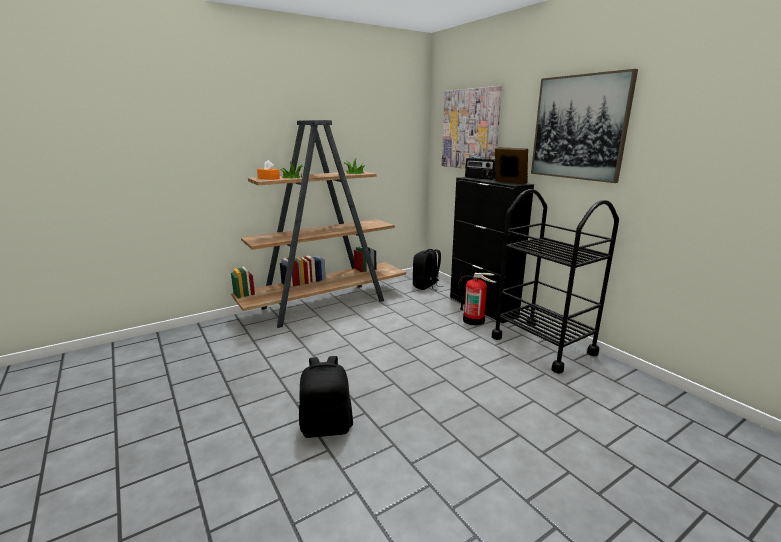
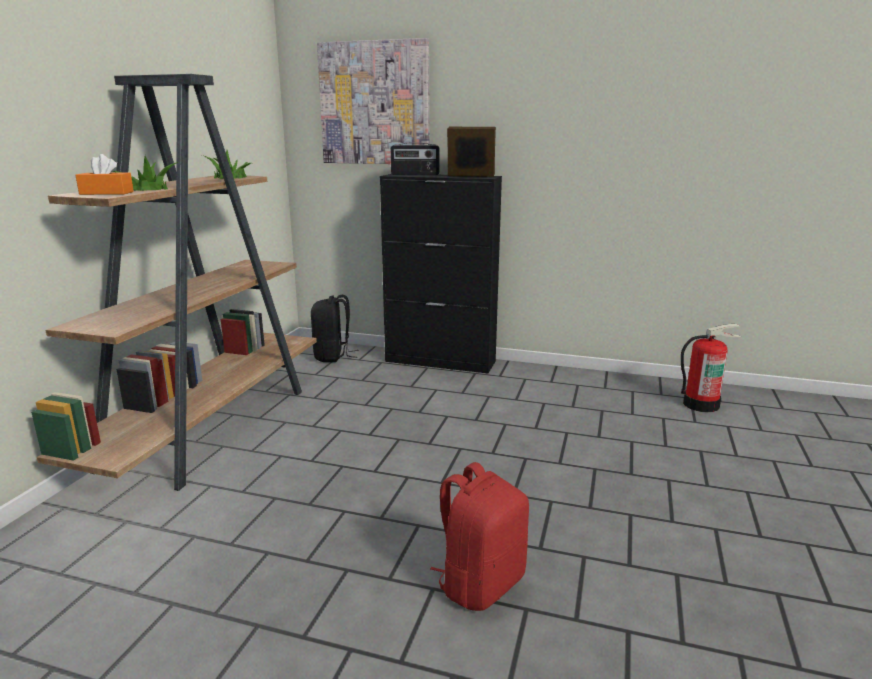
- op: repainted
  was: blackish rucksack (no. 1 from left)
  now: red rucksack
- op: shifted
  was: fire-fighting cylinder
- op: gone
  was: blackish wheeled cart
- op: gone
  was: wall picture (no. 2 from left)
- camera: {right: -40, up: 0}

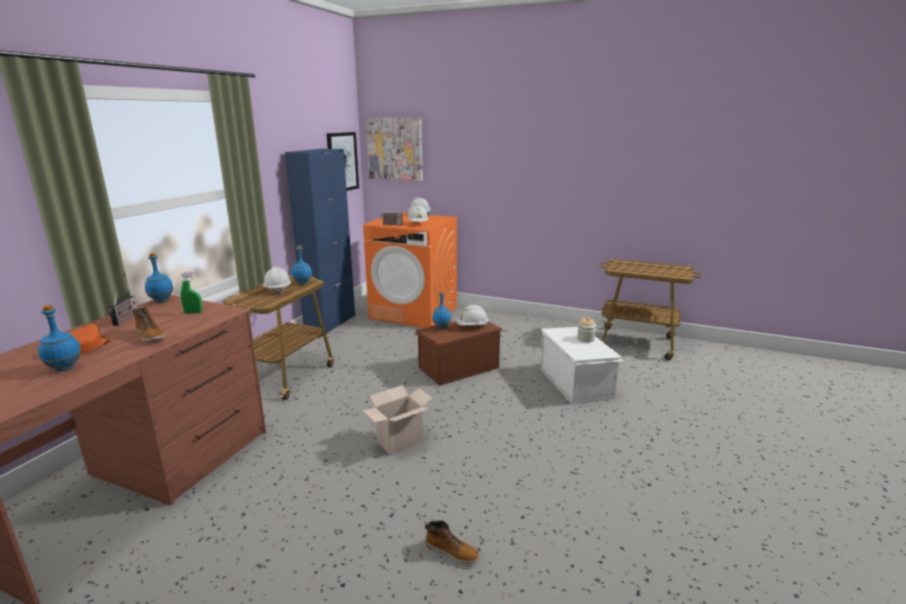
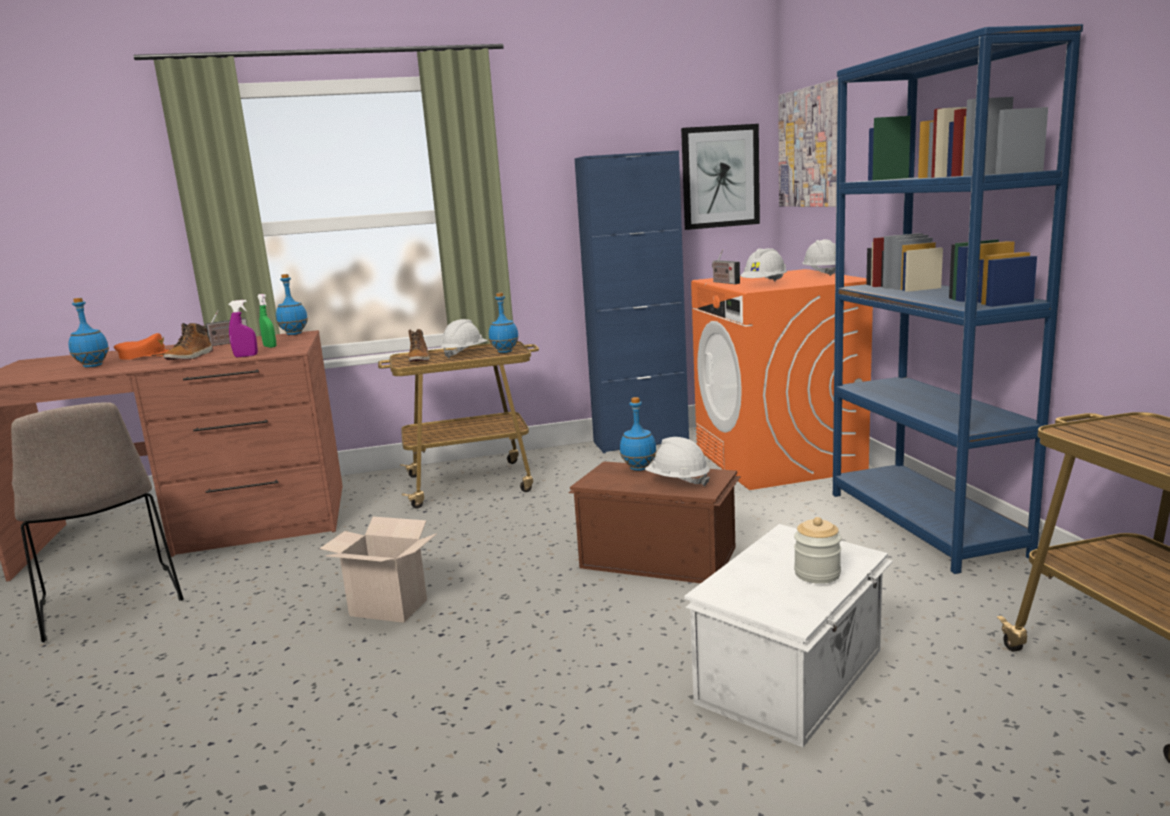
- op: new
  now: sand-coloured plain chair
- op: new
  now: purplish sprayer
- op: shifted
  was: boot (no. 2 from left)
- op: new
  now: bluish bookshelf
- camera: {right: 55, up: -5}

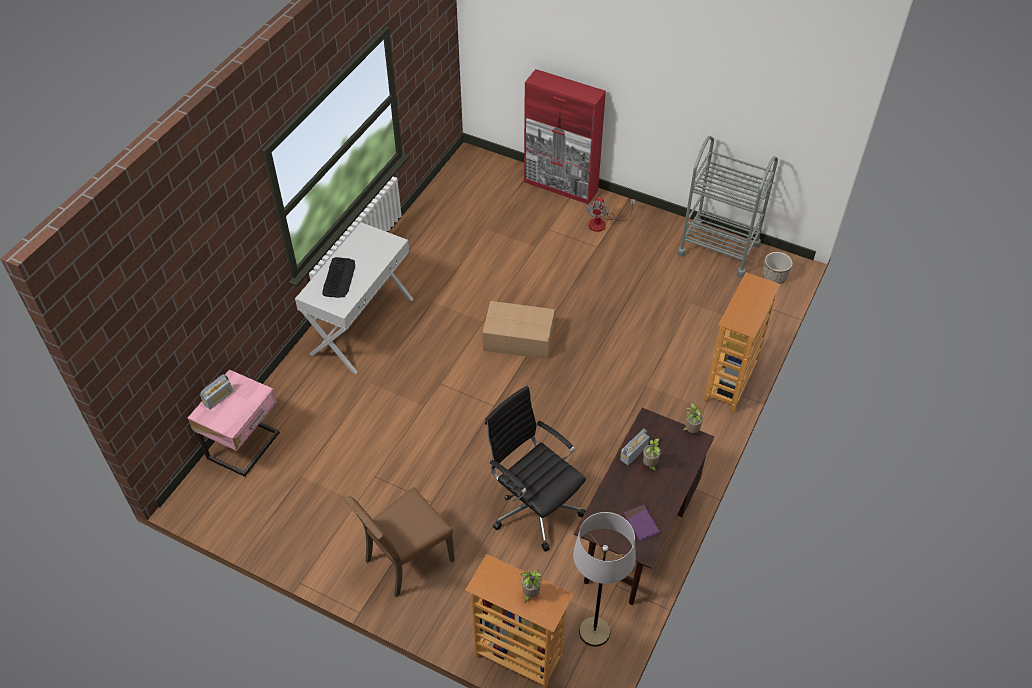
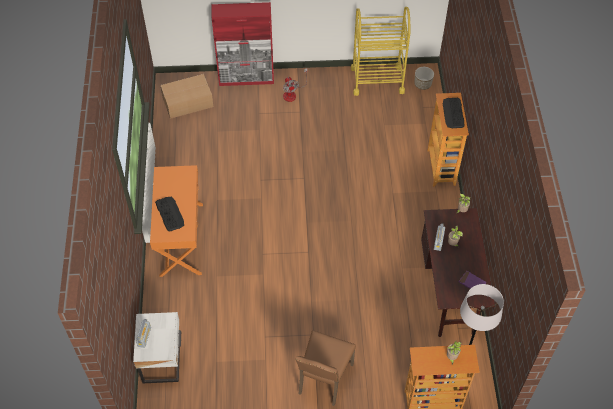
- op: repainted
  was: pinkish night table
  now: white-coloured night table
- op: repainted
  was: white-coloured console table
  now: orange console table
- op: shifted
  was: carton
- op: repainted
  was: gray wheeled cart
  now: yellow-coloured wheeled cart
- op: new
  now: keyboard (no. 2 from left)
- op: gone
  was: blackish office chair
- camera: {right: -30, up: 5}

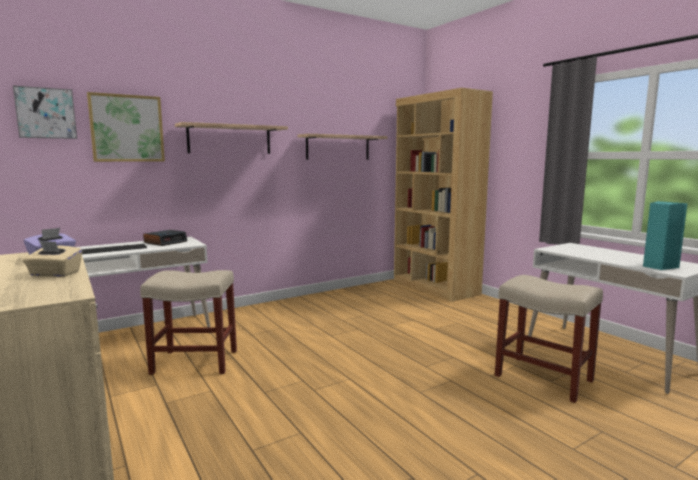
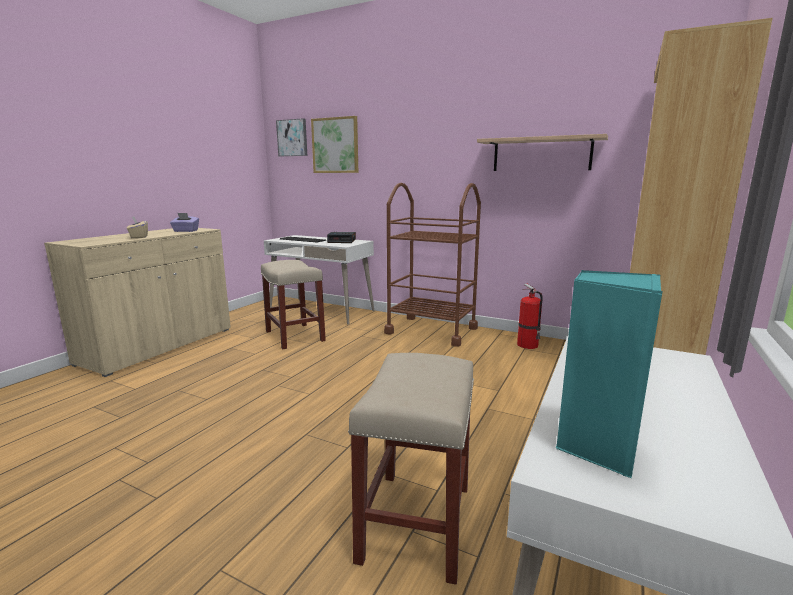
- op: new
  now: brown wheeled cart
- op: new
  now: fire-fighting cylinder
- op: gone
  was: shelf (no. 1 from left)
- camera: {right: 60, up: 5}

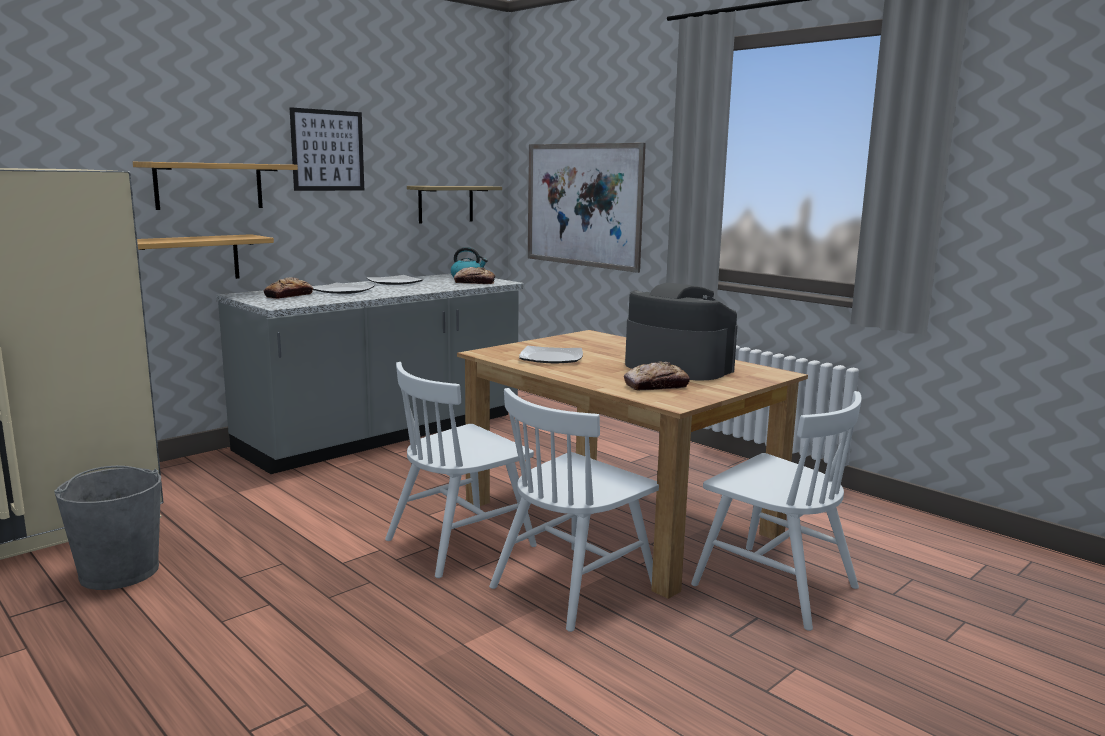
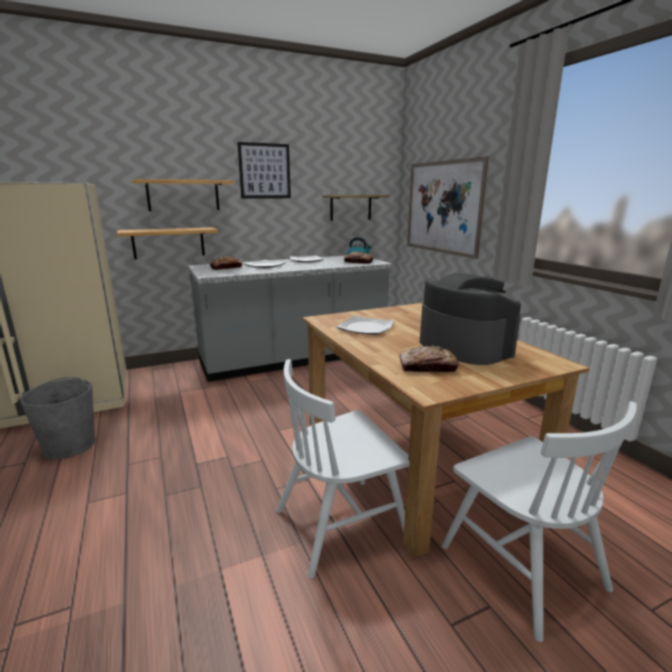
- op: gone
  was: white-coloured plain chair (no. 1 from left)
- camera: {right: 20, up: 5}

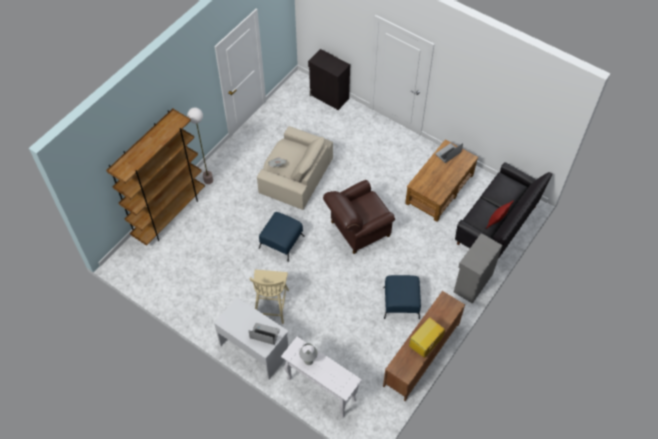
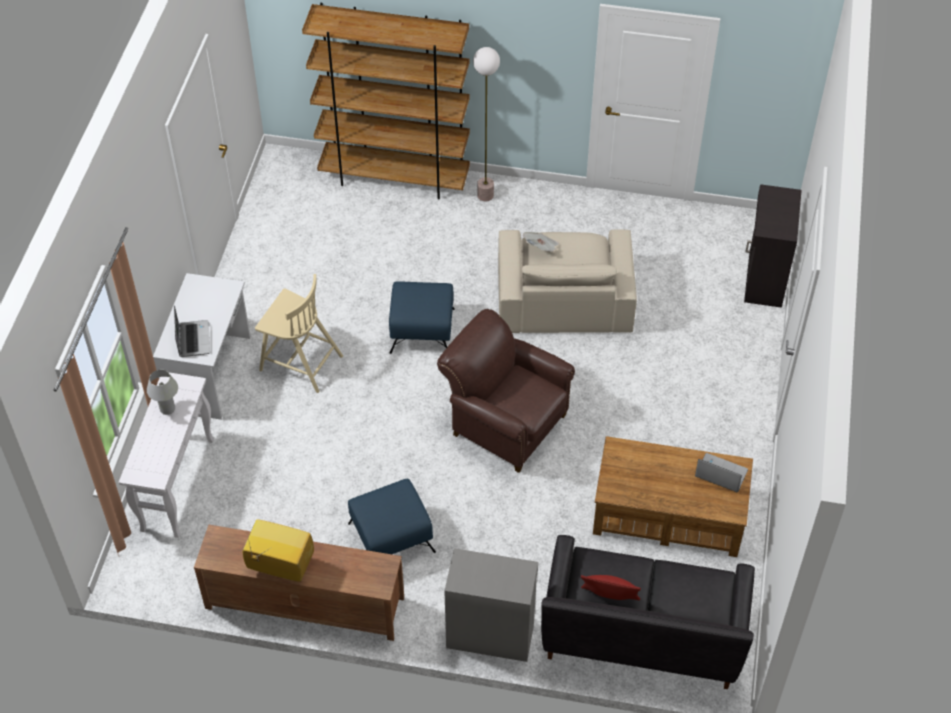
- op: rotated
  was: sand-coloured plain chair
  clockwise: -135
- camera: {right: 65, up: -5}

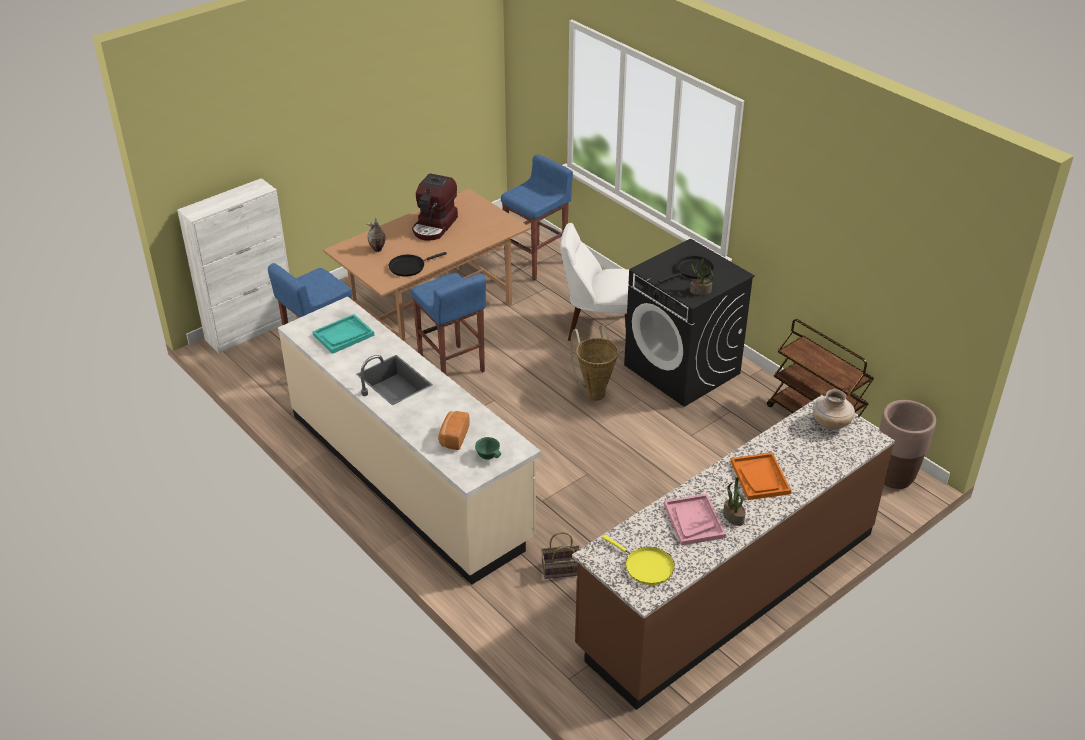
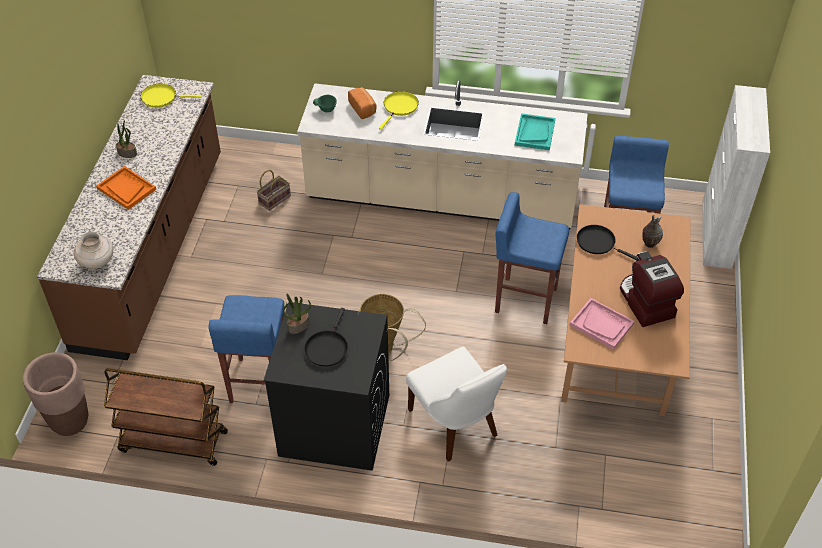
- op: shifted
  was: bluish stool (no. 3 from left in the first image)
  now: bluish stool (no. 1 from left)
- op: new
  now: yellow-coloured frying pan (no. 2 from left)
- op: rotated
  was: white-coloured plain chair
  clockwise: 90
- op: shifted
  was: pinkish carrying tray
- op: rotated
  was: blackish frying pan (no. 1 from left in the first image)
  clockwise: -75
- camera: {right: 140, up: 10}

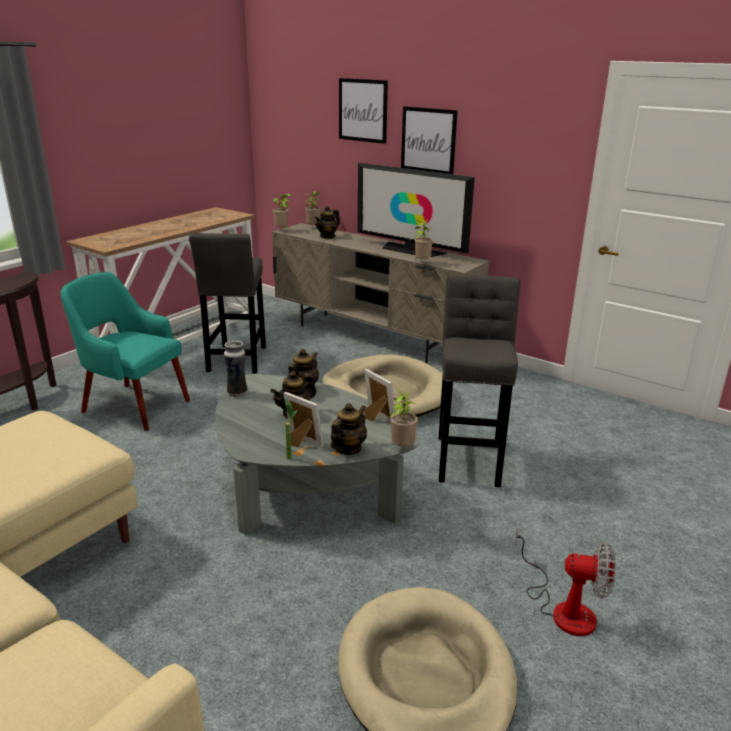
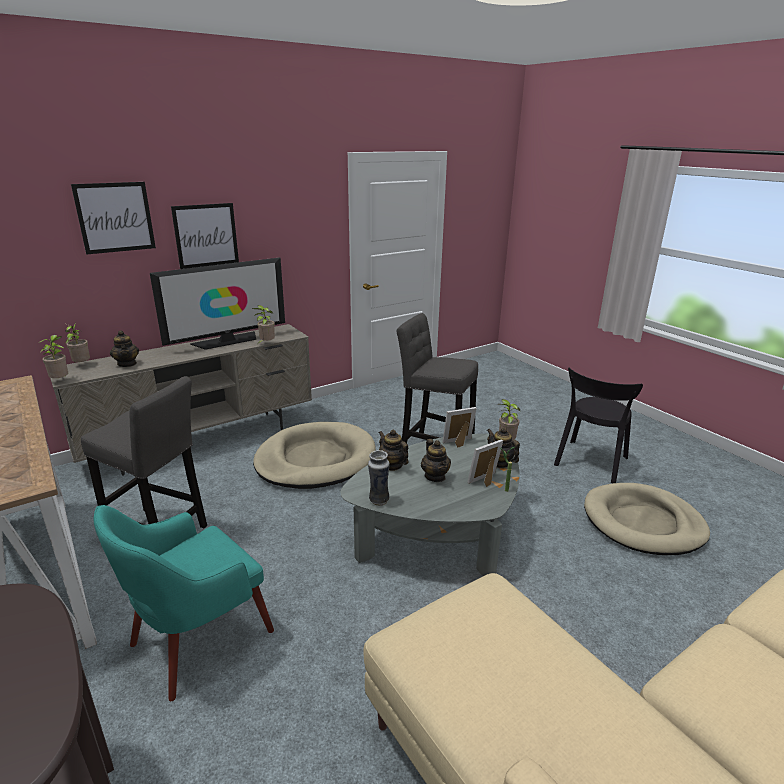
- op: swapped
  was: electric fan
  now: blackish plain chair
- camera: {right: -70, up: 0}

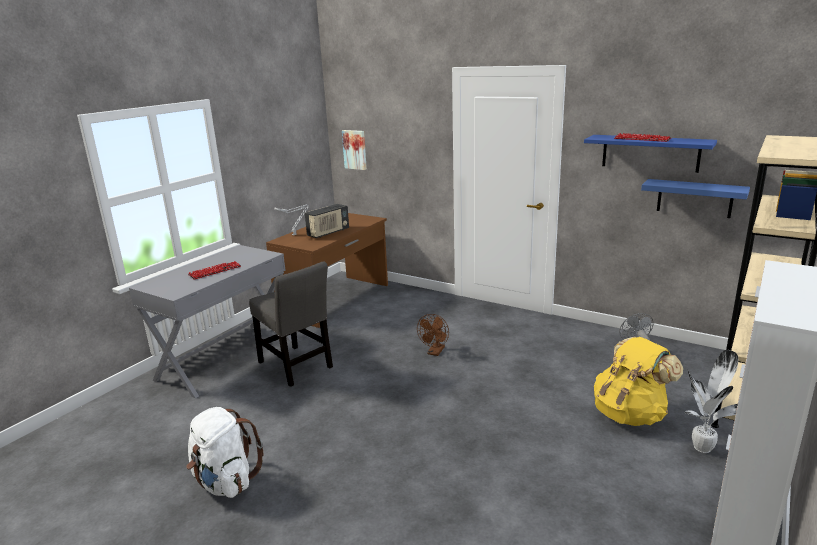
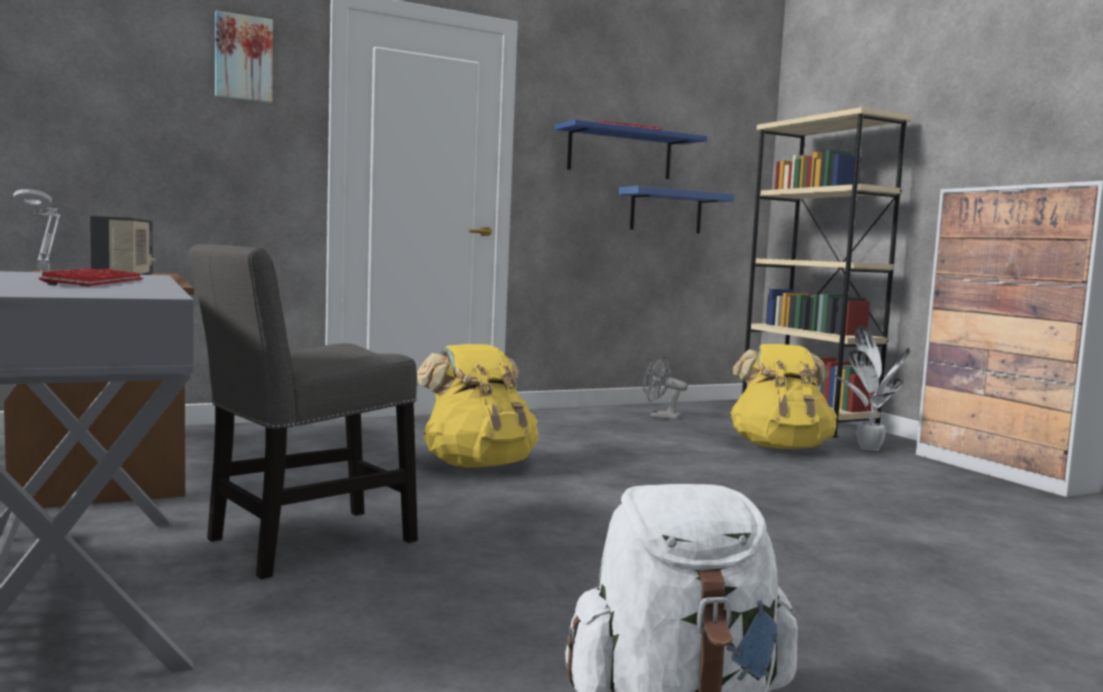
- op: rotated
  was: gray plain chair
  clockwise: 150
- op: shifted
  was: wall picture
- op: swapped
  was: brown electric fan
  now: yellow-coloured rucksack (no. 1 from left)
- camera: {right: -60, up: -15}

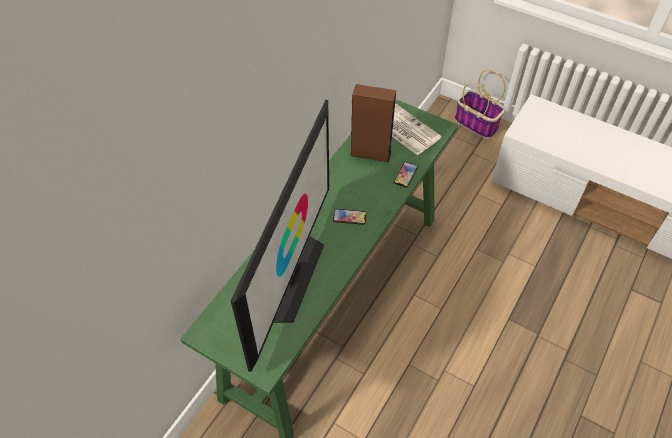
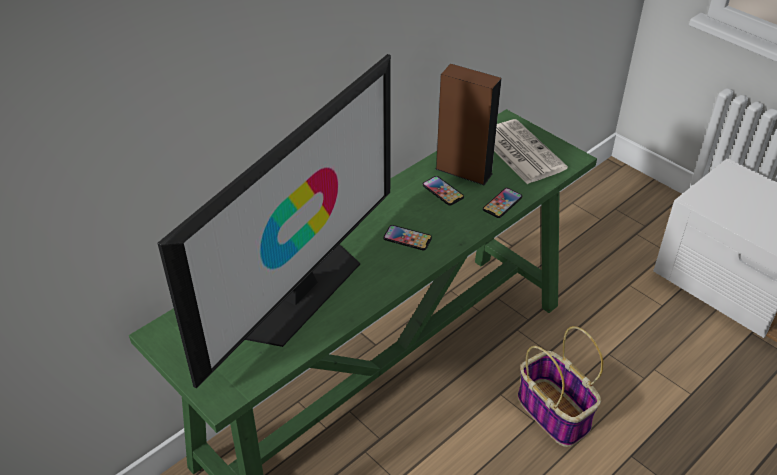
- op: new
  now: phone (no. 2 from left)
- op: shifted
  was: storage basket
- camera: {right: 15, up: -10}

